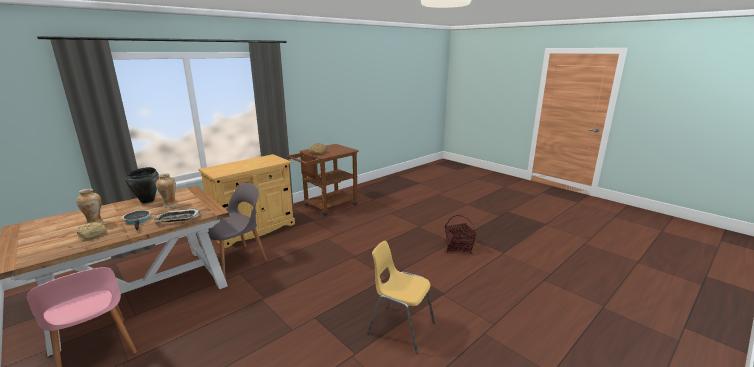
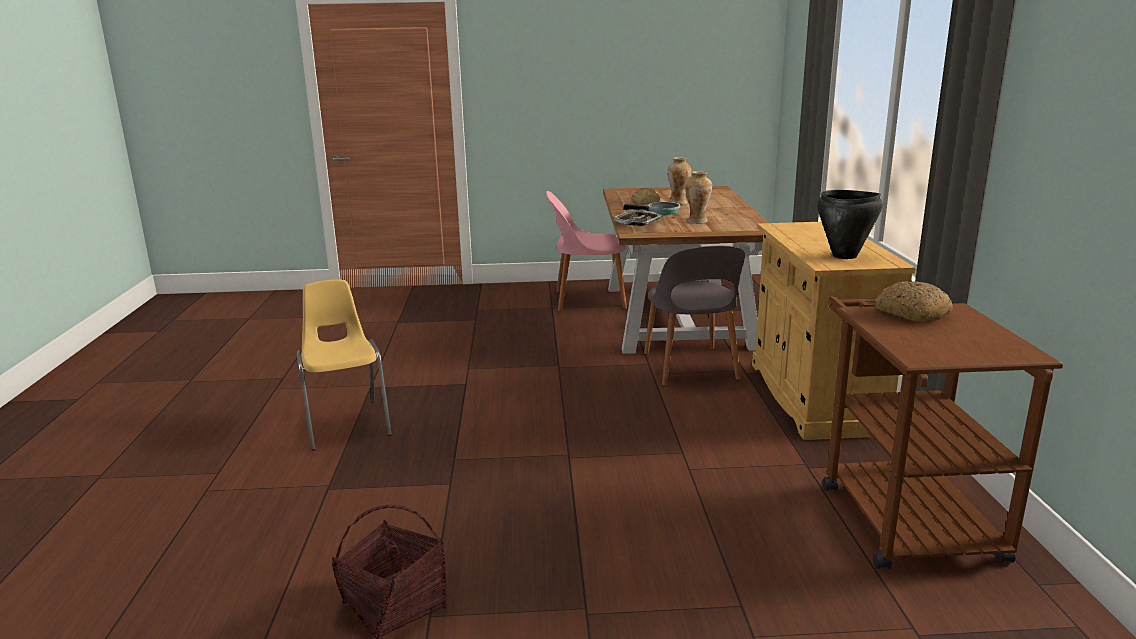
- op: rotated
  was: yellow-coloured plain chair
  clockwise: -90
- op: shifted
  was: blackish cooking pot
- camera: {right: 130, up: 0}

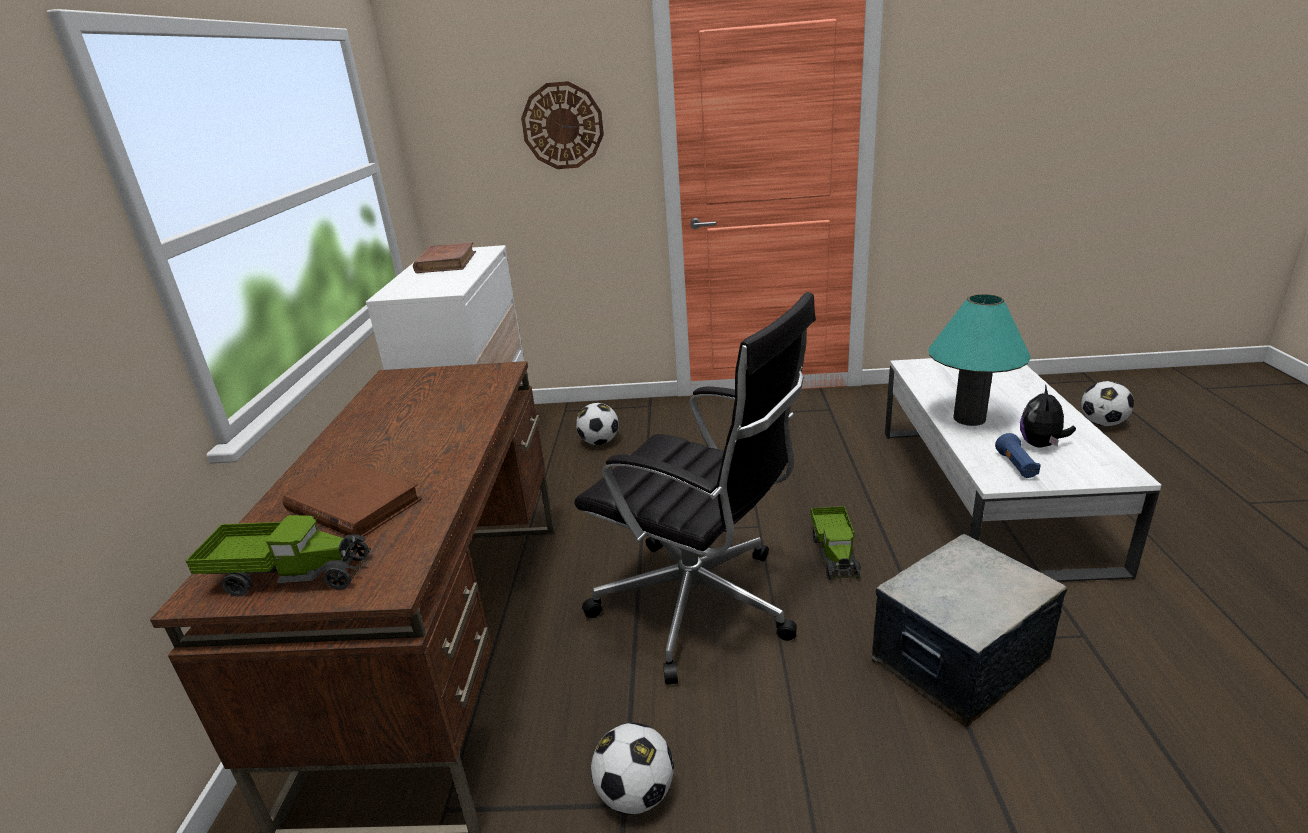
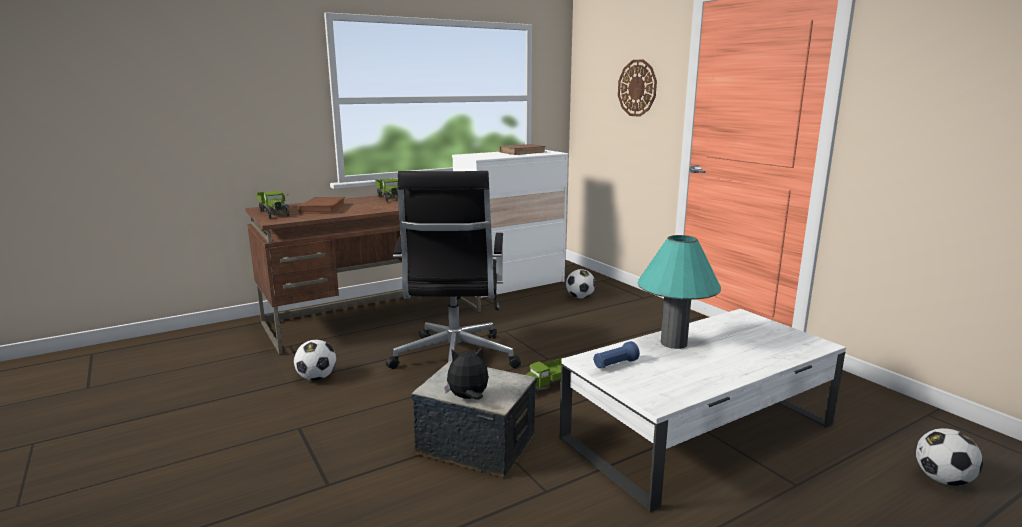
- op: new
  now: toy lorry (no. 2 from left)
- op: shifted
  was: soft toy
- camera: {right: 55, up: -10}

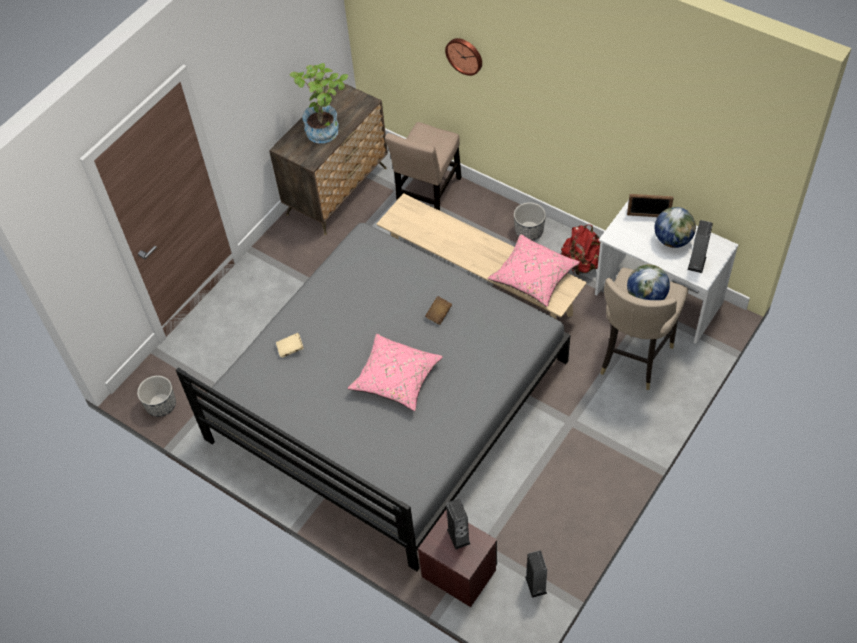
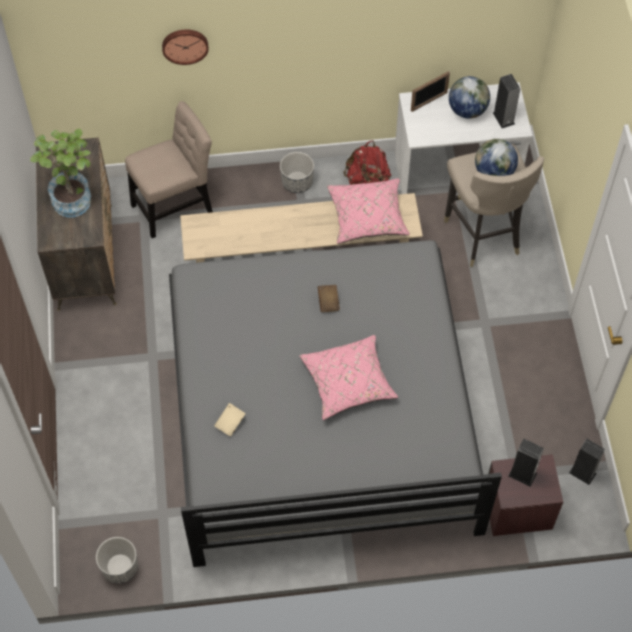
- op: rotated
  was: sand-coloured plain chair
  clockwise: -105
- camera: {right: -45, up: 5}

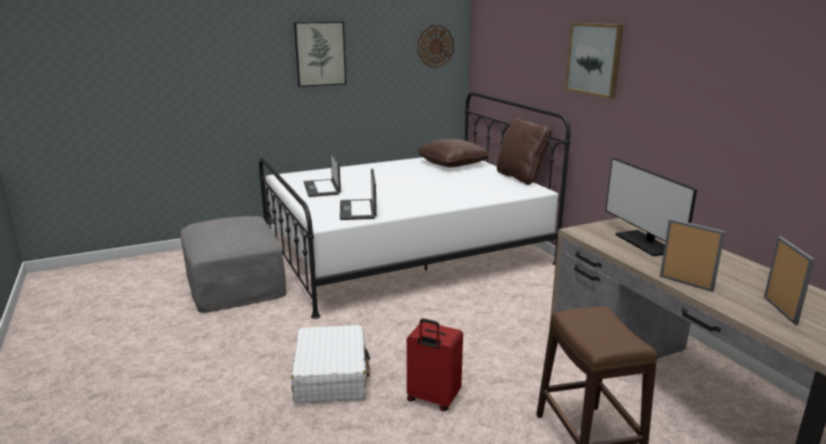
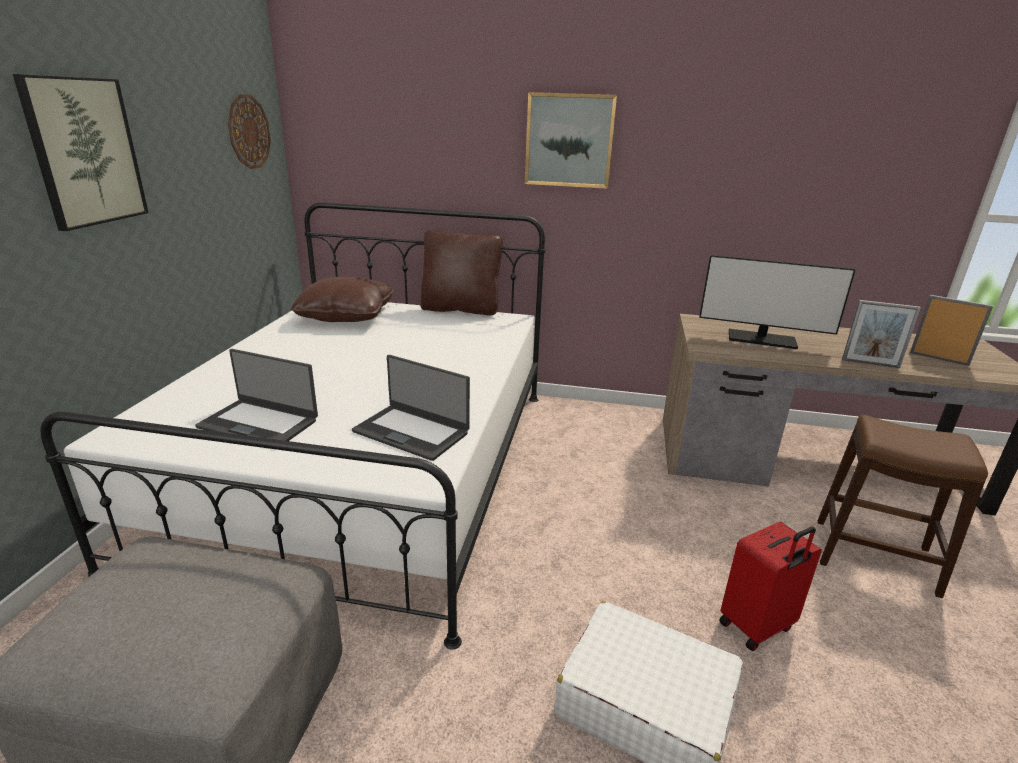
- op: rotated
  was: picture frame (no. 1 from left)
  clockwise: -150
- camera: {right: -55, up: 5}

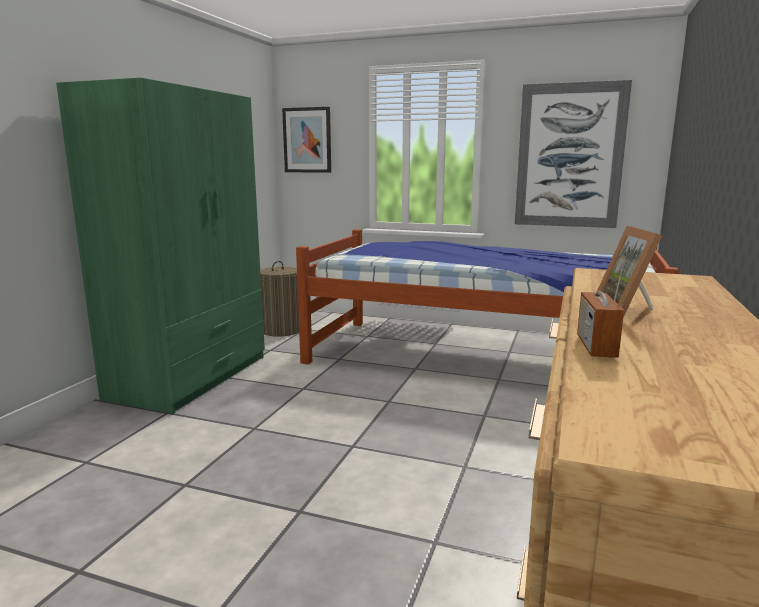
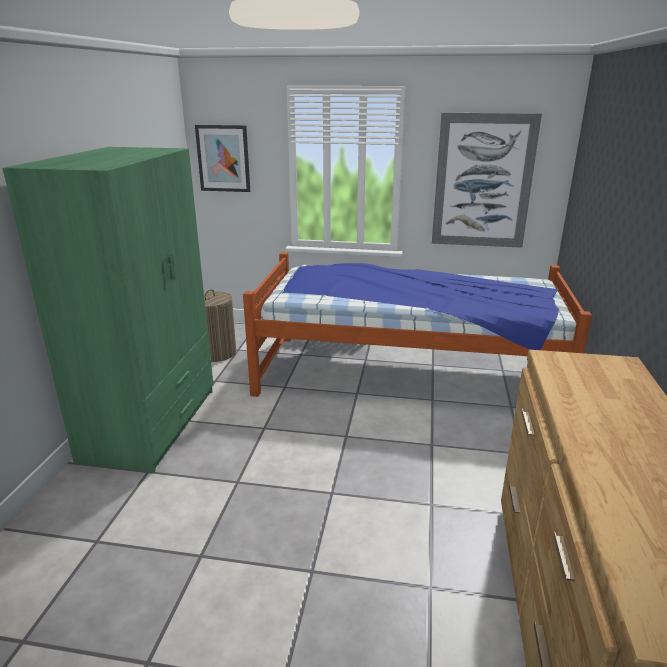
- op: gone
  was: radio set
- op: gone
  was: picture frame
- camera: {right: -10, up: 10}

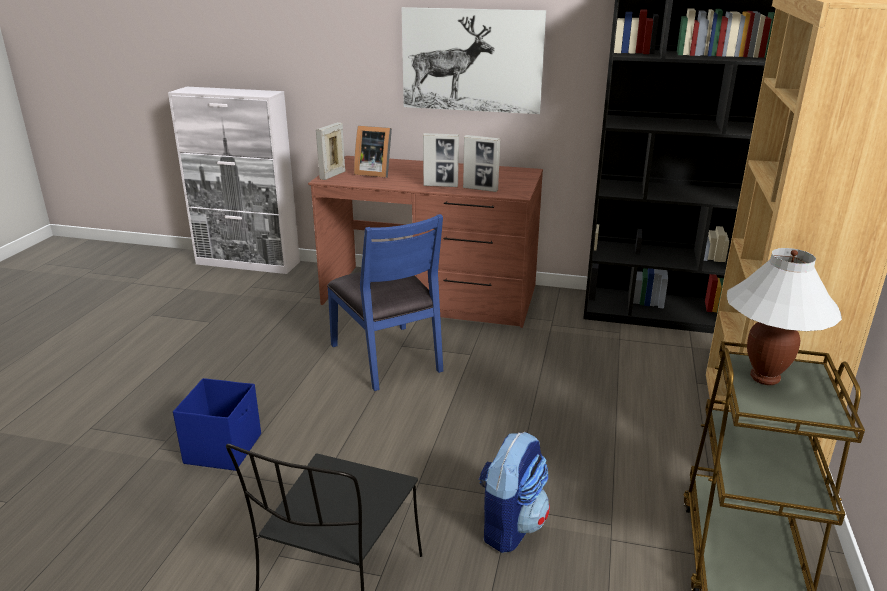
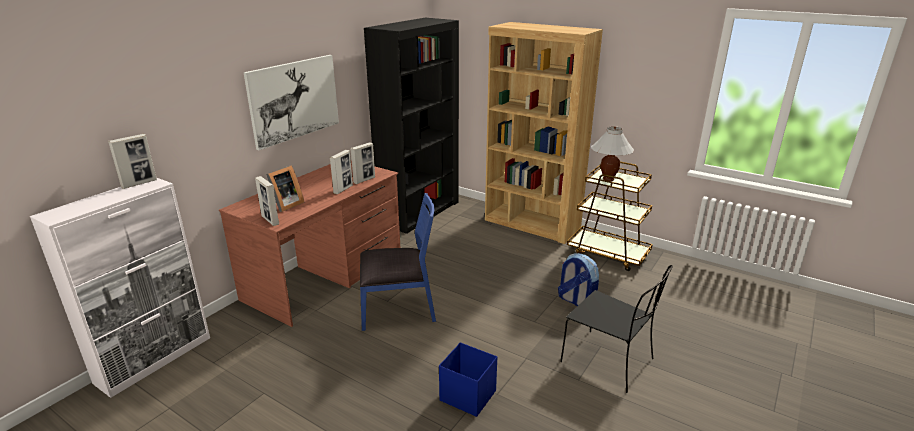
- op: new
  now: picture frame (no. 1 from left)
- camera: {right: -70, up: 0}

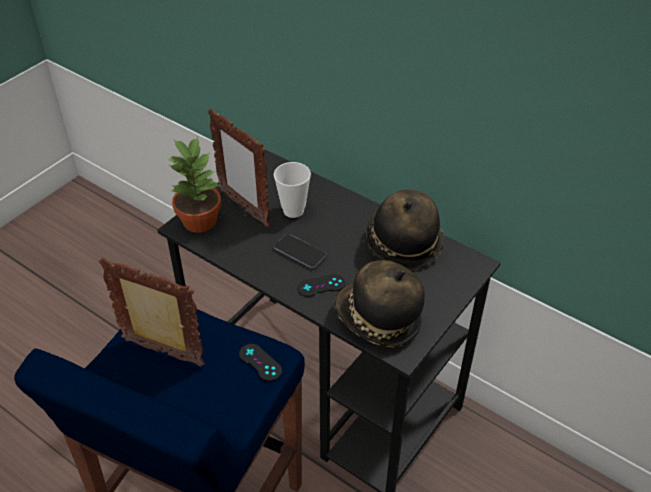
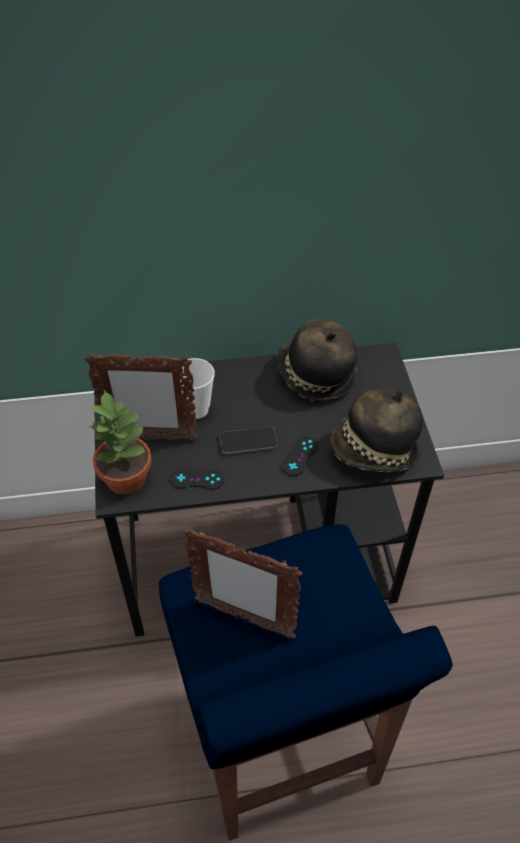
- op: shifted
  was: blackish gamepad (no. 1 from left)
- op: rotated
  was: picture frame (no. 1 from left in the first image)
  clockwise: -135
- camera: {right: -45, up: 5}

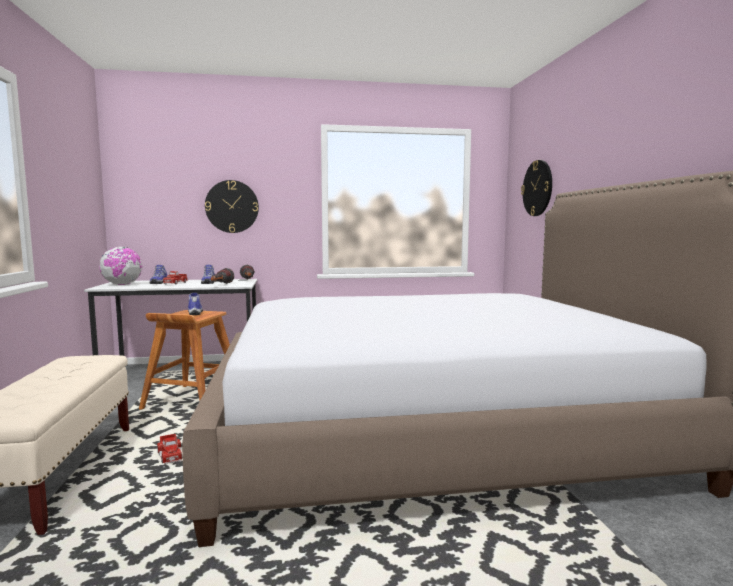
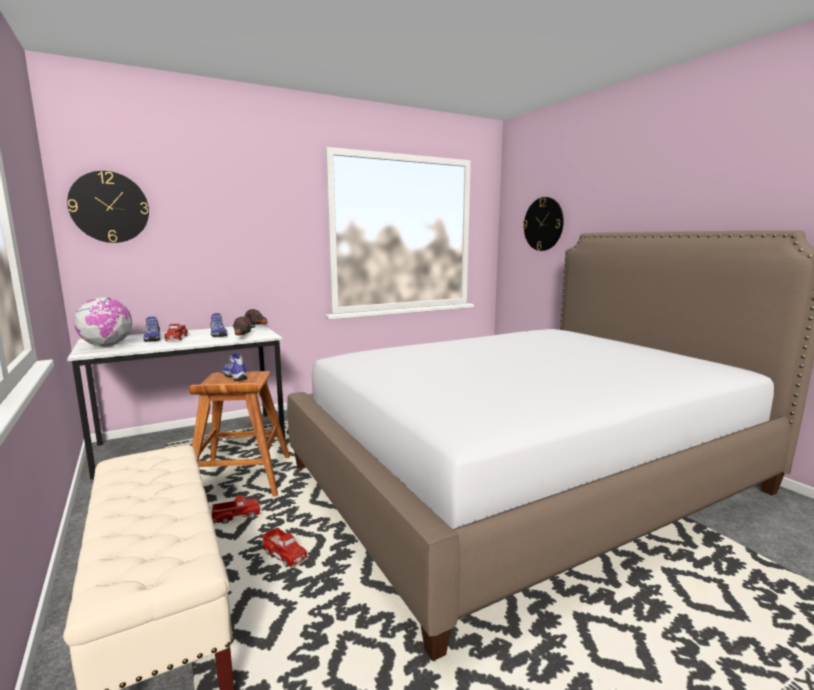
- op: shifted
  was: clock on the wall (no. 1 from left)
- op: new
  now: toy lorry (no. 2 from left)
- camera: {right: -20, up: 5}

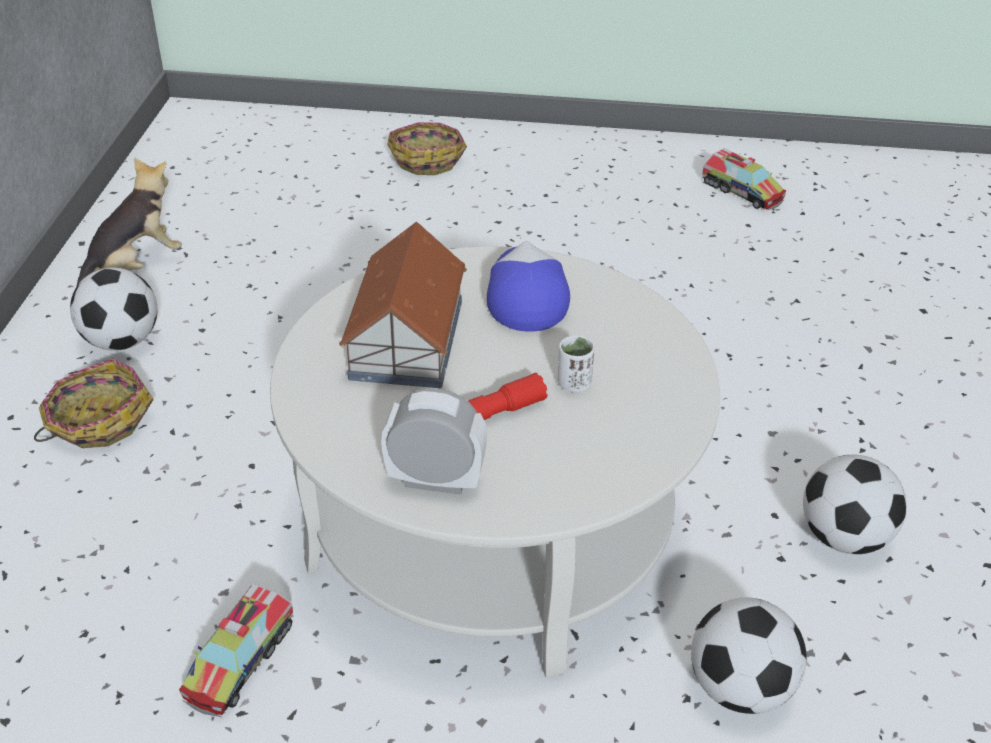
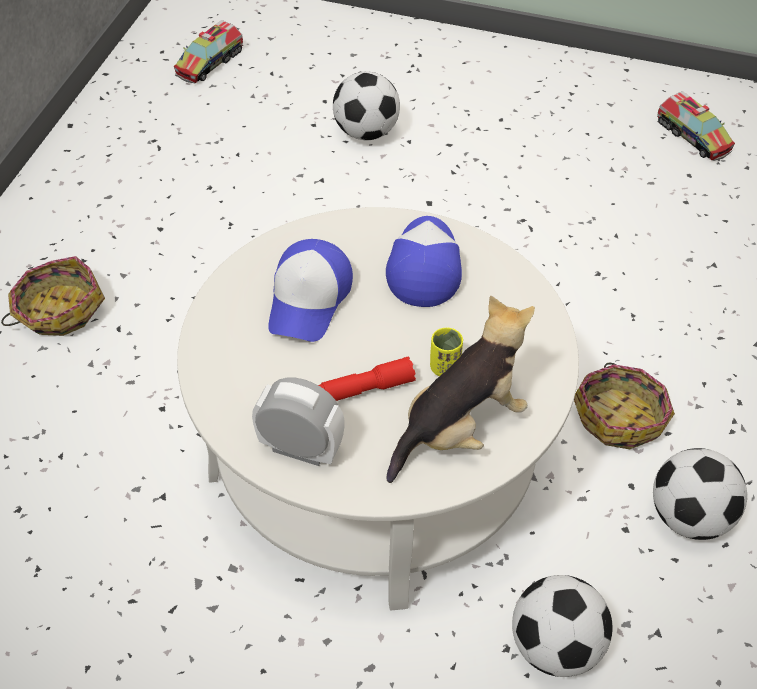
- op: shifted
  was: toy lorry (no. 1 from left)
- op: swapped
  was: miniature house
  now: baseball cap (no. 1 from left)
- op: shifted
  was: football ball (no. 1 from left)
- op: shifted
  was: soft toy
- op: repainted
  was: white-coloured drinking cup
  now: yellow-coloured drinking cup
- op: shifted
  was: storage basket (no. 2 from left)
- camera: {right: 10, up: 10}

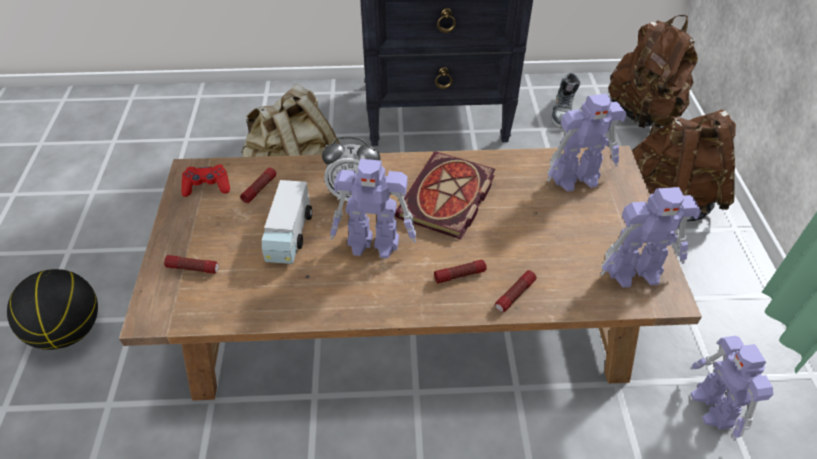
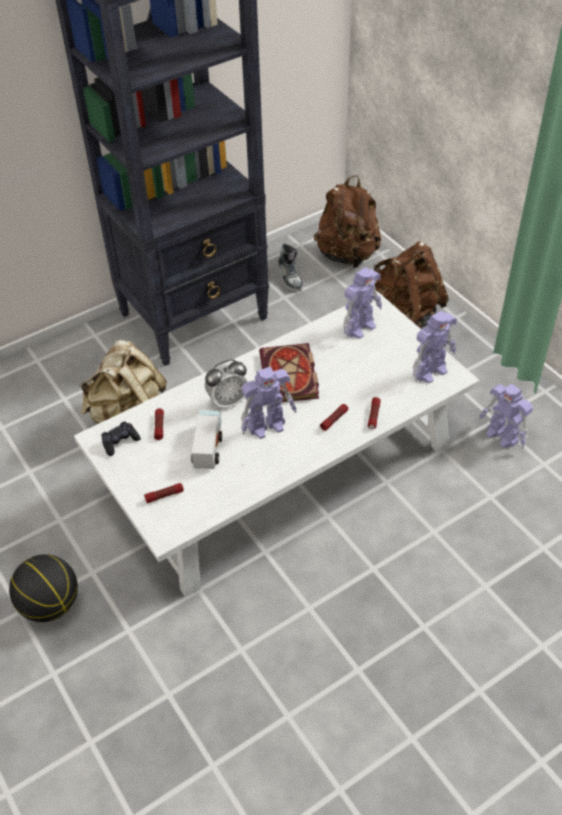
- op: repainted
  was: brown lounge table
  now: white-coloured lounge table
- op: repainted
  was: red gamepad
  now: blackish gamepad
- op: rotated
  was: toy lorry
  clockwise: -150
- camera: {right: -30, up: 0}

